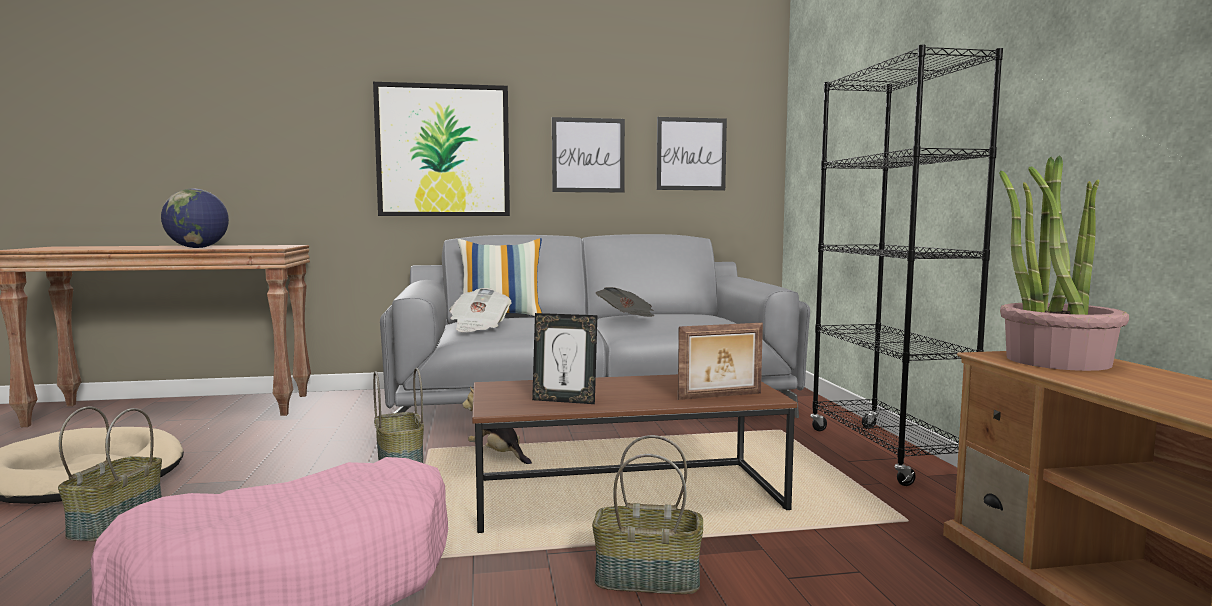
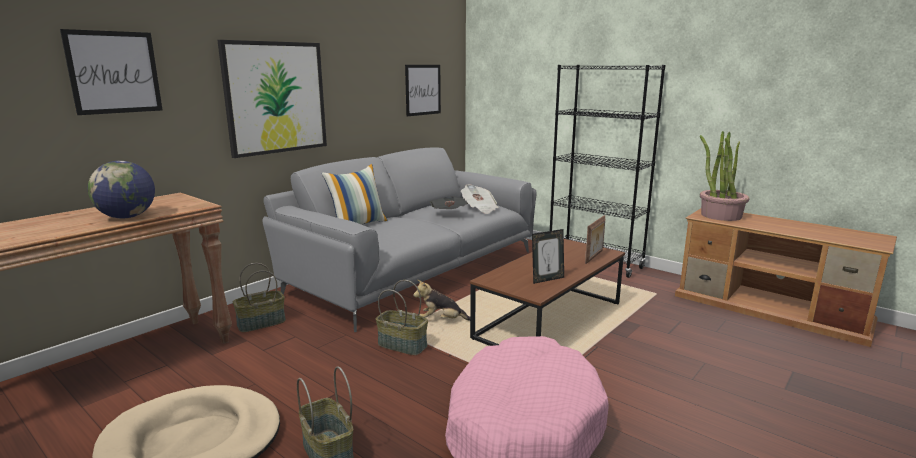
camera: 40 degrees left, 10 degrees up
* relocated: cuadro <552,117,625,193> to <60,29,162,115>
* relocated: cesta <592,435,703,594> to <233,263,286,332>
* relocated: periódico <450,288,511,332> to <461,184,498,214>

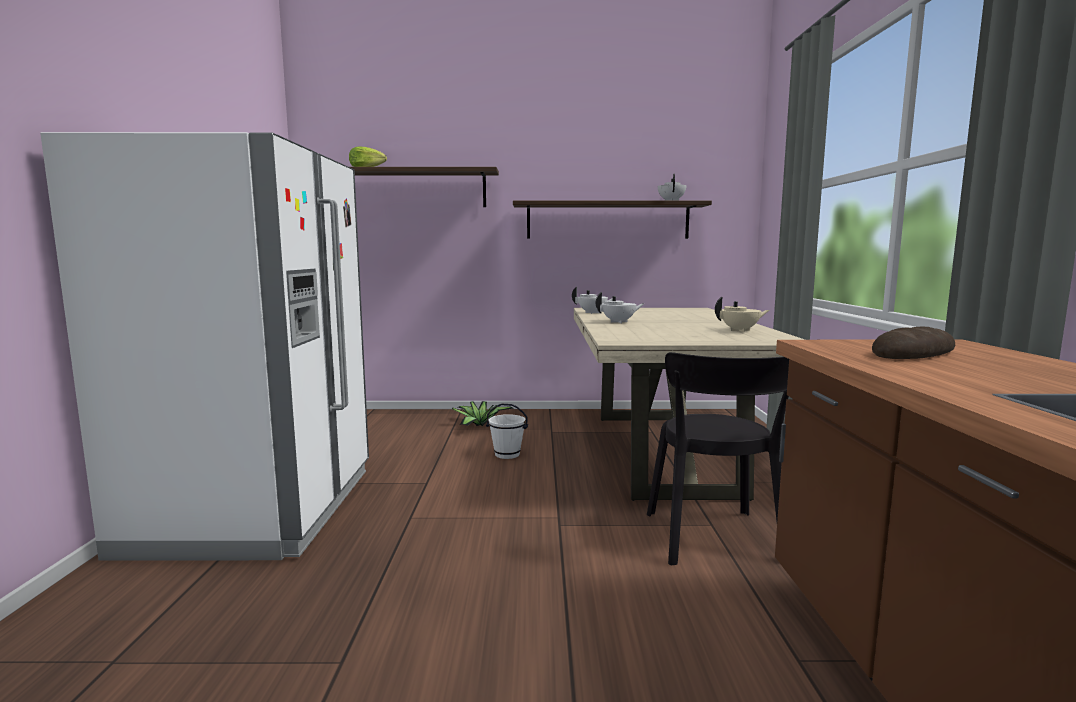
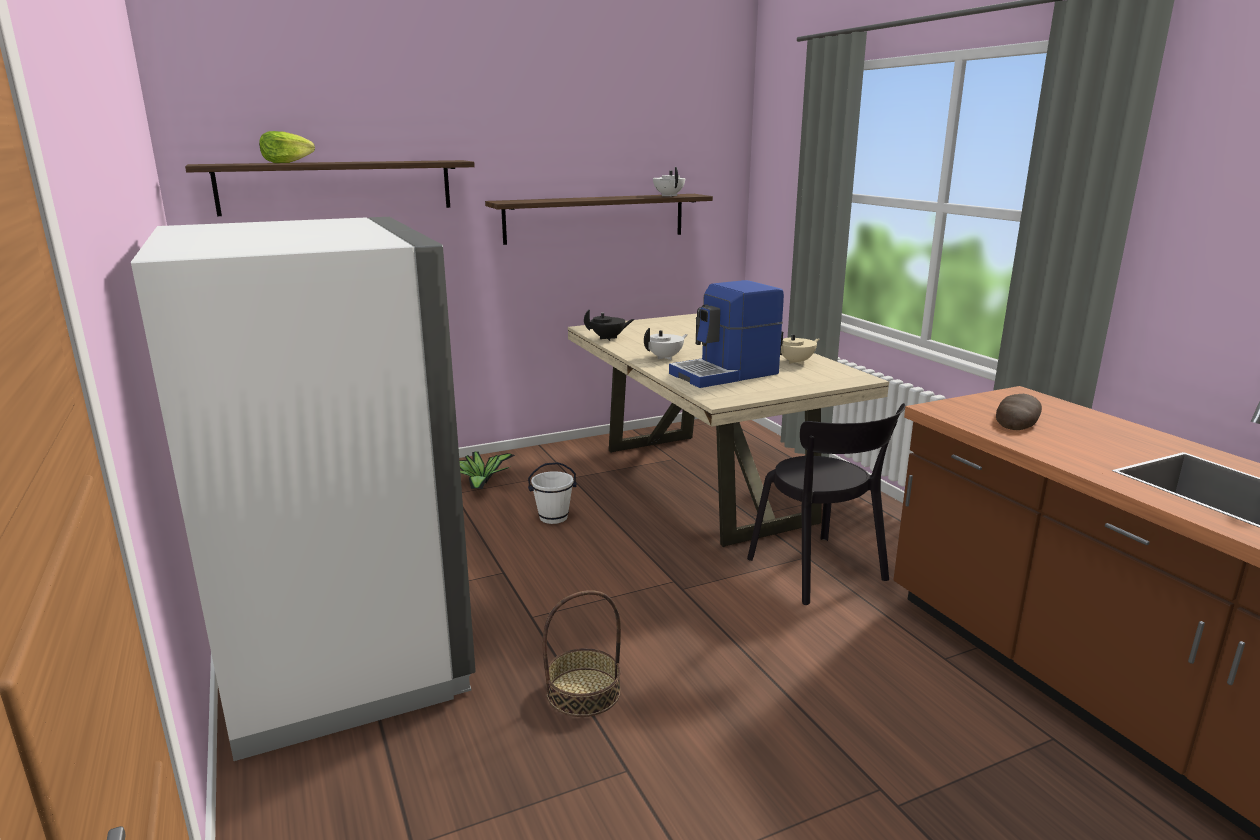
camera: 25 degrees left, 10 degrees up
* appeared: cesta <543,590,621,717>
* colour: tetera (blanco) <572,287,612,314> to tetera (negro) <584,309,634,341>
* appeared: cafetera <669,280,784,388>

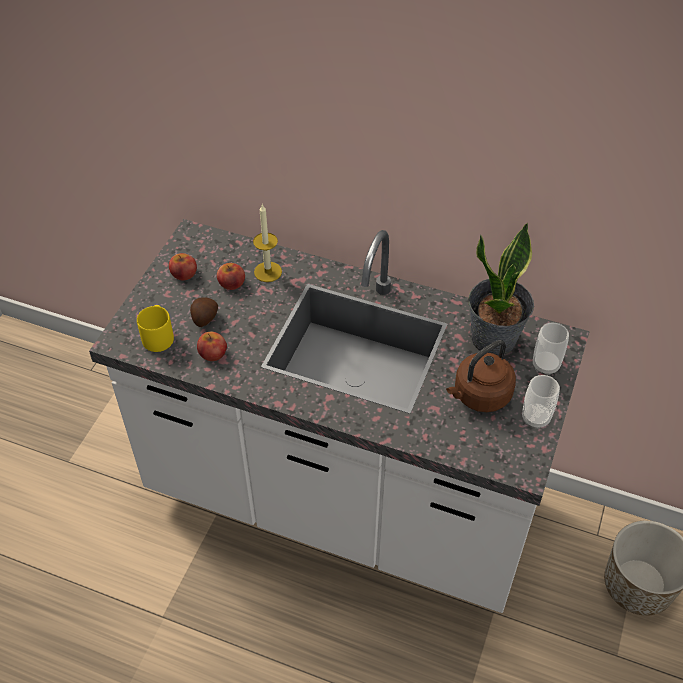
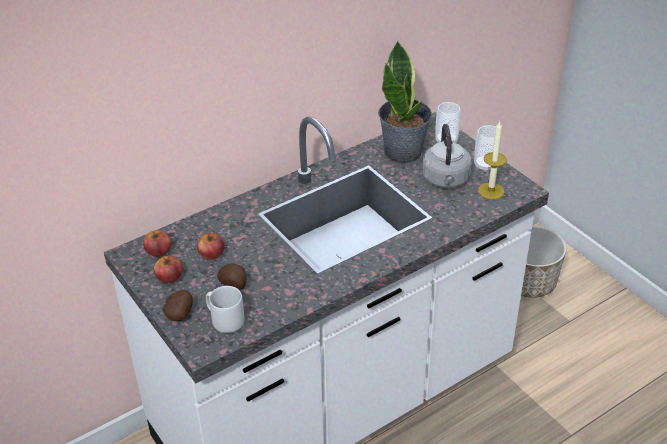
camera: 55 degrees left, 10 degrees down
* relocated: manzana <197,332,227,361> to <143,230,171,257>
* appeared: patata <163,290,193,321>
* colour: taza grande (amarillo) <137,305,174,352> to taza grande (gris) <206,286,245,333>
* colour: hervidor (marrón) <446,340,516,412> to hervidor (gris) <422,124,471,188>
* relocated: vela <253,205,282,282> to <478,121,507,199>

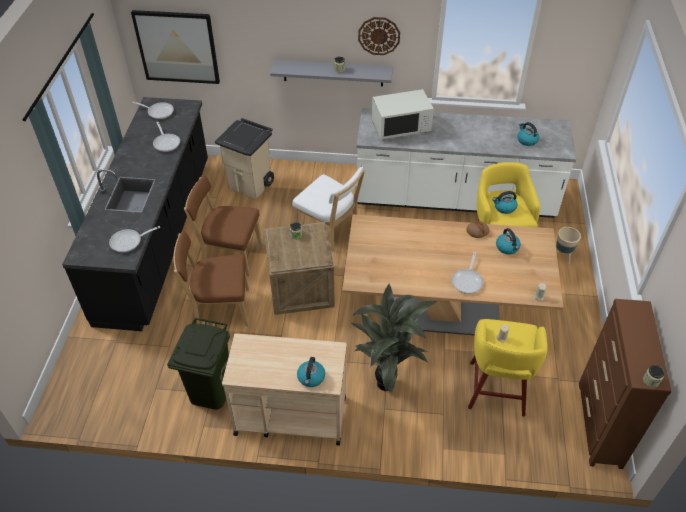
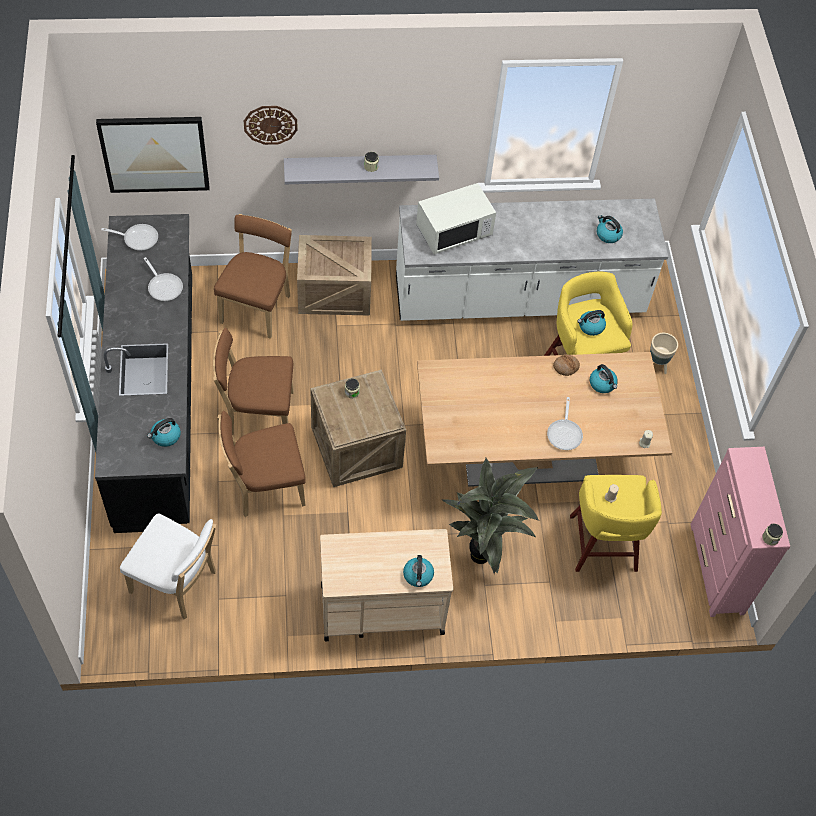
camera: 15 degrees left, 10 degrees up
* relocated: silla (blanco) <293,167,365,251> to <120,513,216,620>
* exchanged: sartén <109,226,160,252> to hervidor <147,418,181,447>
* exchanged: papelera (beis) <215,118,274,199> to silla (marrón) <214,214,292,339>
* relocated: reloj de pared <358,17,400,55> to <244,106,298,145>
* appeared: caja de embalaje <297,235,372,316>
* colour: cómoda (marrón) <579,299,672,469> to cómoda (rosa) <690,447,790,617>
* missing: papelera (verde) <167,318,230,410>

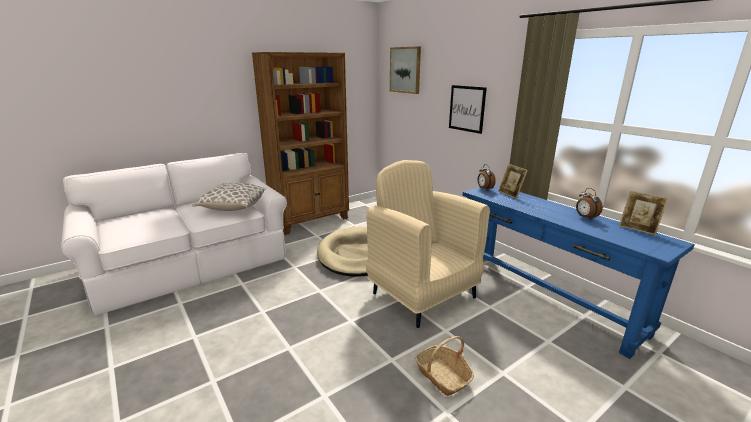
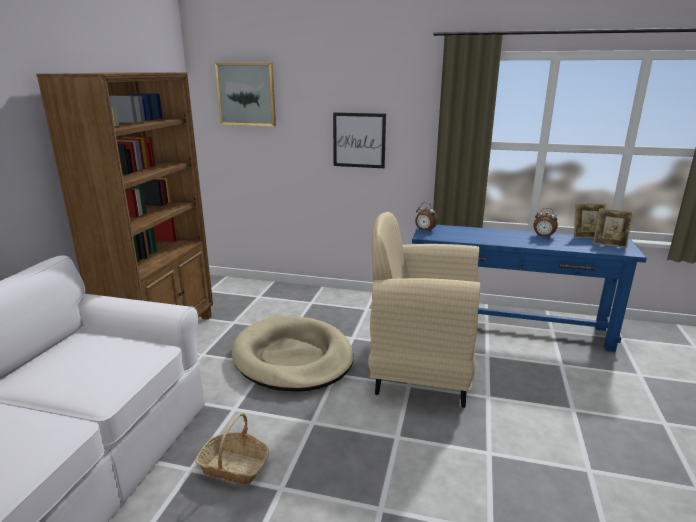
camera: 40 degrees left, 0 degrees up
* relocated: cesta <415,336,474,396> to <195,413,269,485>
* relocated: portarretratos <498,164,528,199> to <593,208,633,248>
* missing: cojín <192,183,267,211>

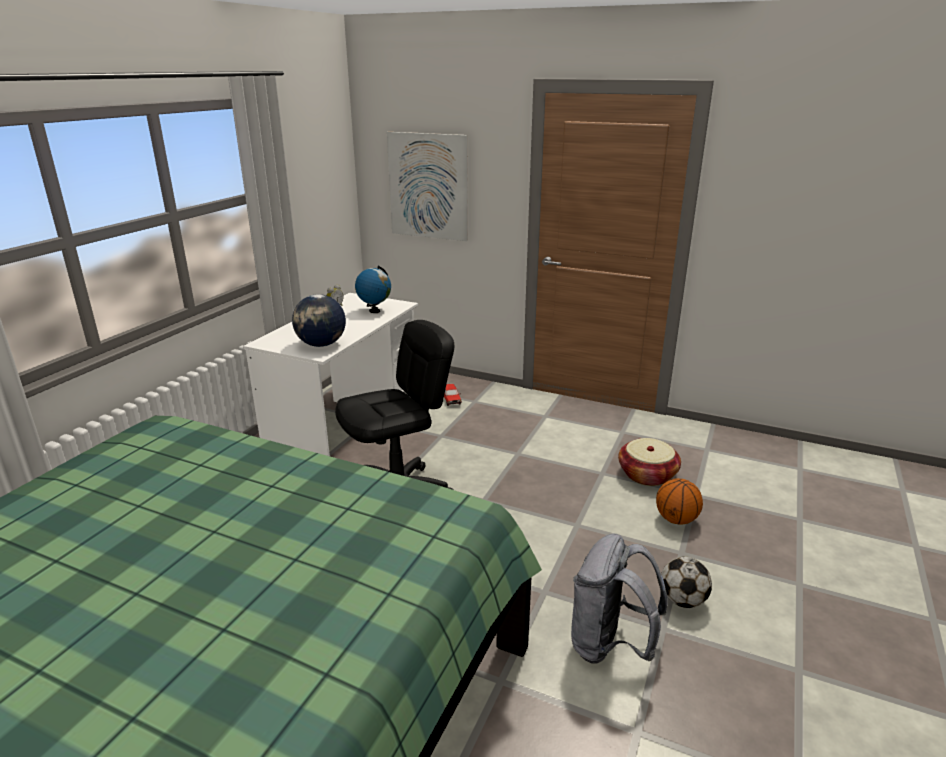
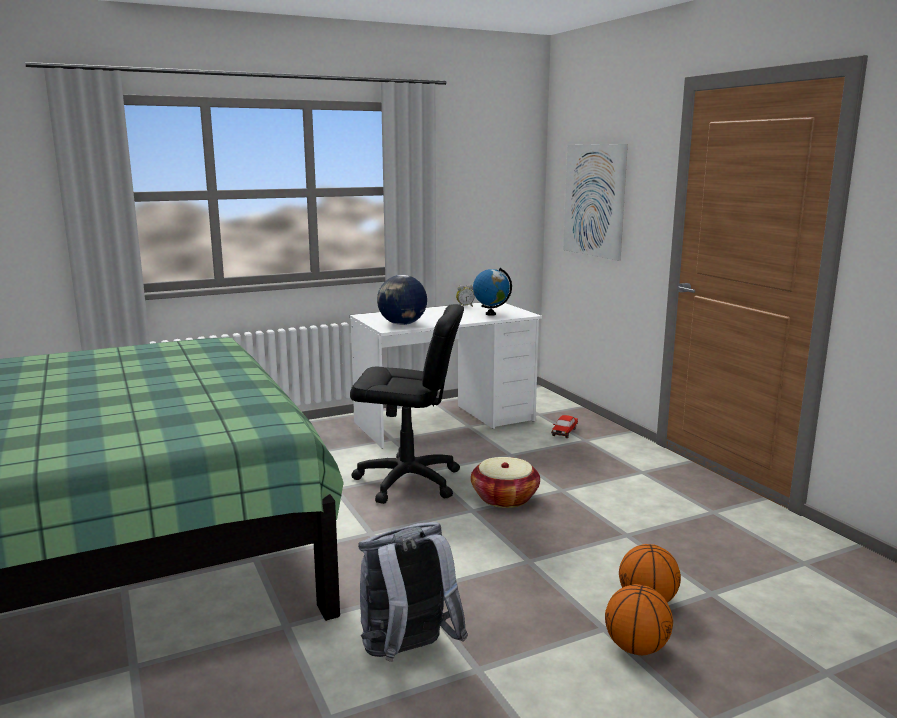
camera: 40 degrees right, 10 degrees down
* relocated: cesta <618,438,681,486> to <471,457,540,508>
* appeared: balón de baloncesto <605,584,673,655>
* missing: balón de fútbol <661,557,712,608>

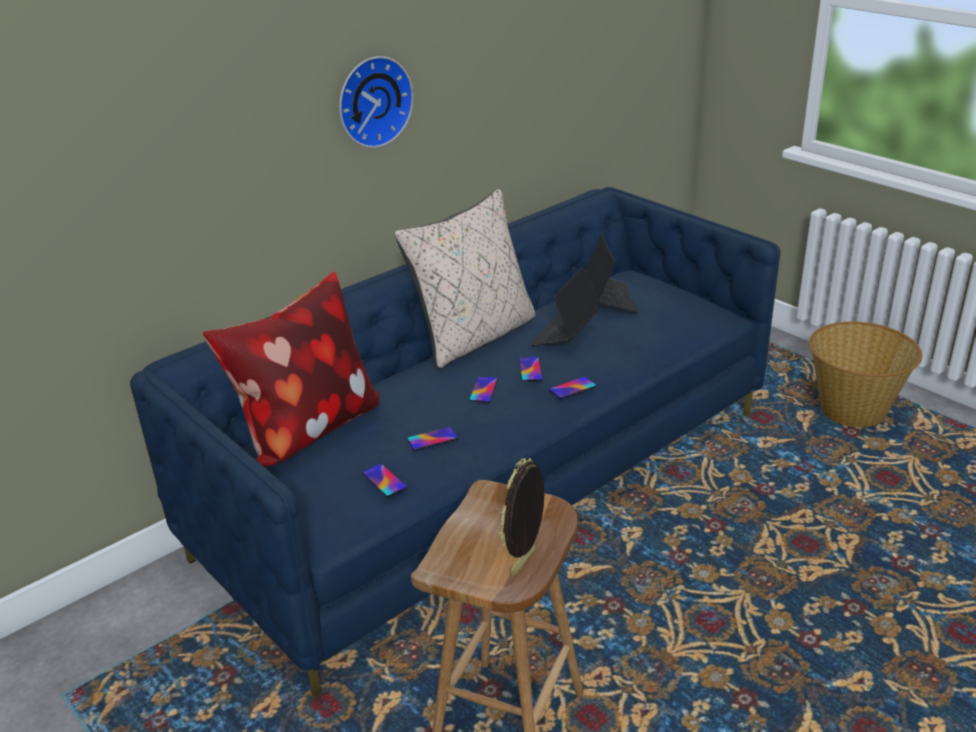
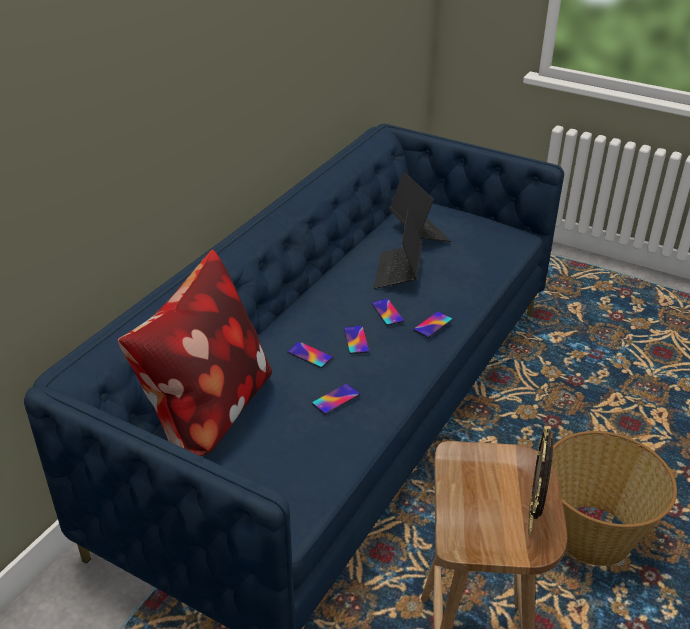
camera: 20 degrees left, 5 degrees up
* relocated: móvil <362,464,407,497> to <287,341,333,368>
* relocated: cesta <809,321,922,427> to <552,431,677,566>
* missing: reloj de pared <339,56,414,148>
* missing: cojín (beis) <395,189,536,369>

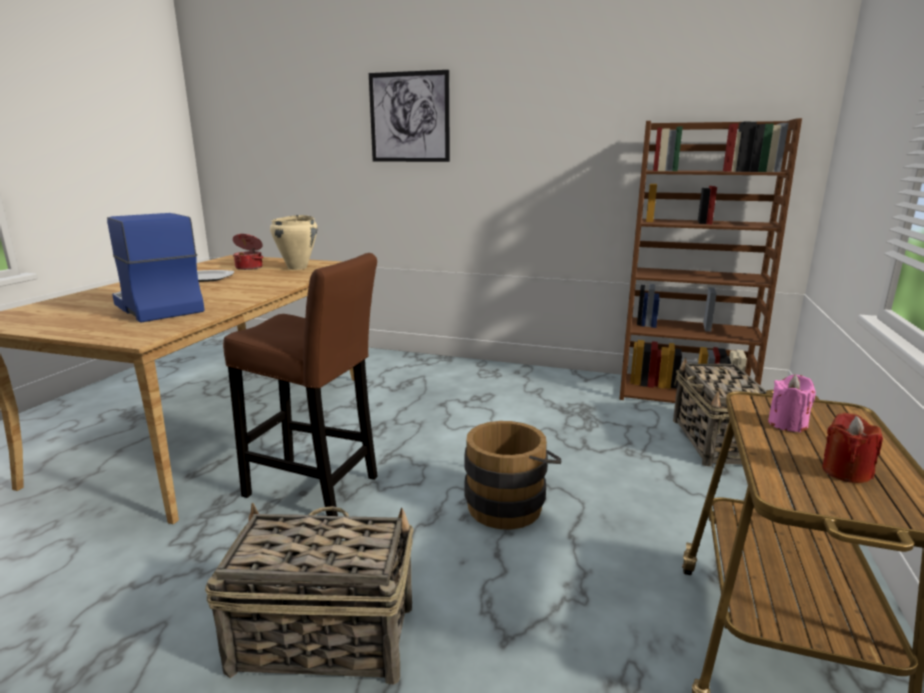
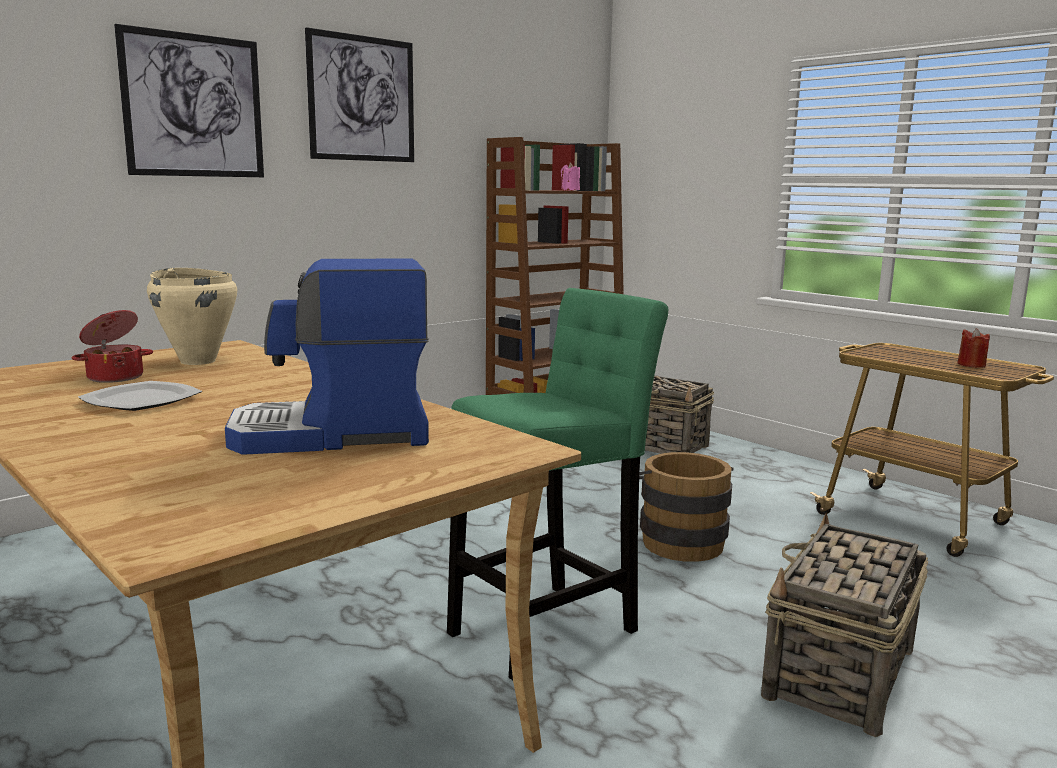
camera: 60 degrees left, 5 degrees down
* appeared: cuadro <305,27,414,162>
* colour: taburete (marrón) <223,253,378,516> to taburete (verde) <447,288,668,680>
* relocated: vela (rosa) <768,375,816,432> to <561,163,580,190>

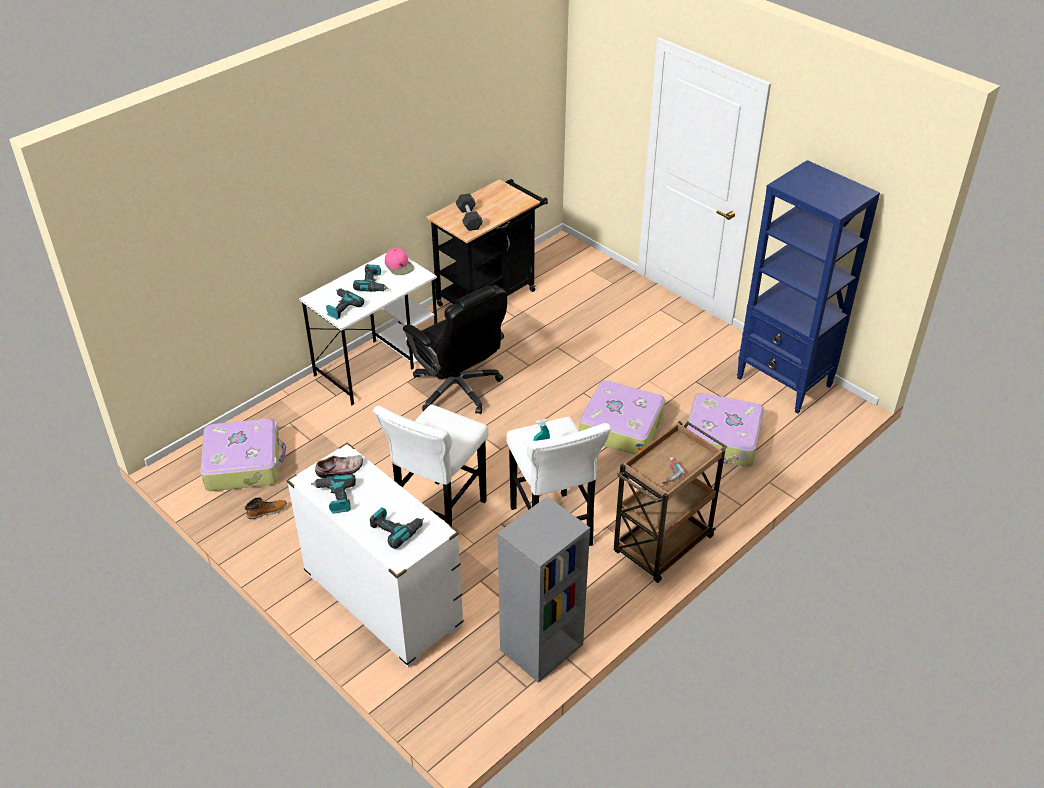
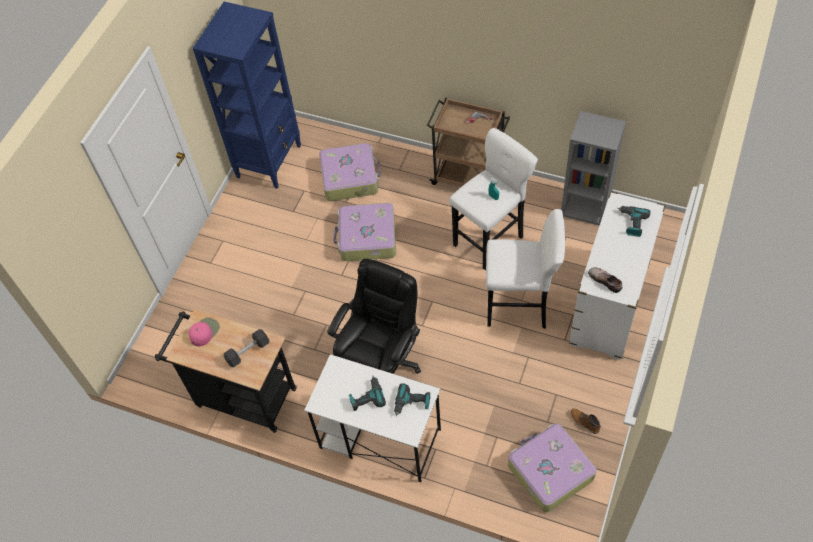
camera: 110 degrees left, 15 degrees up
* relocated: gorra (rosa) <385,248,414,275> to <189,318,220,346>
* missing: taladro <311,474,356,513>

